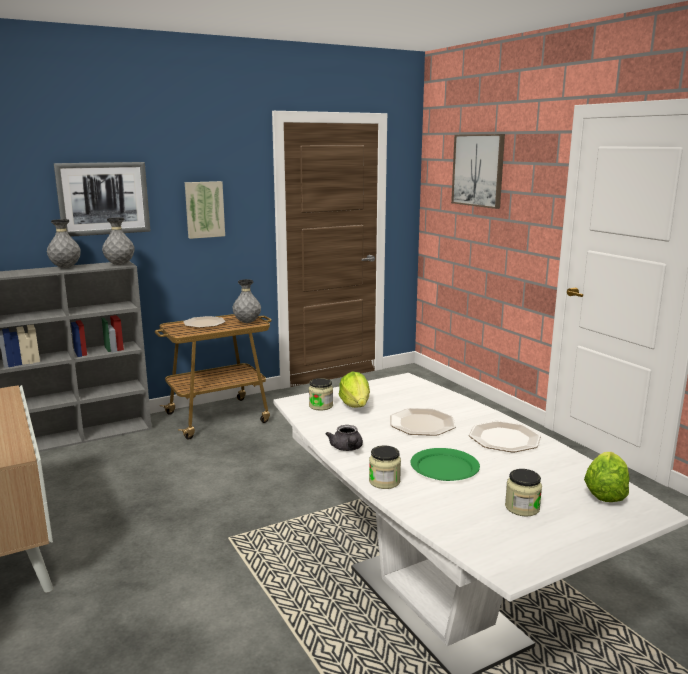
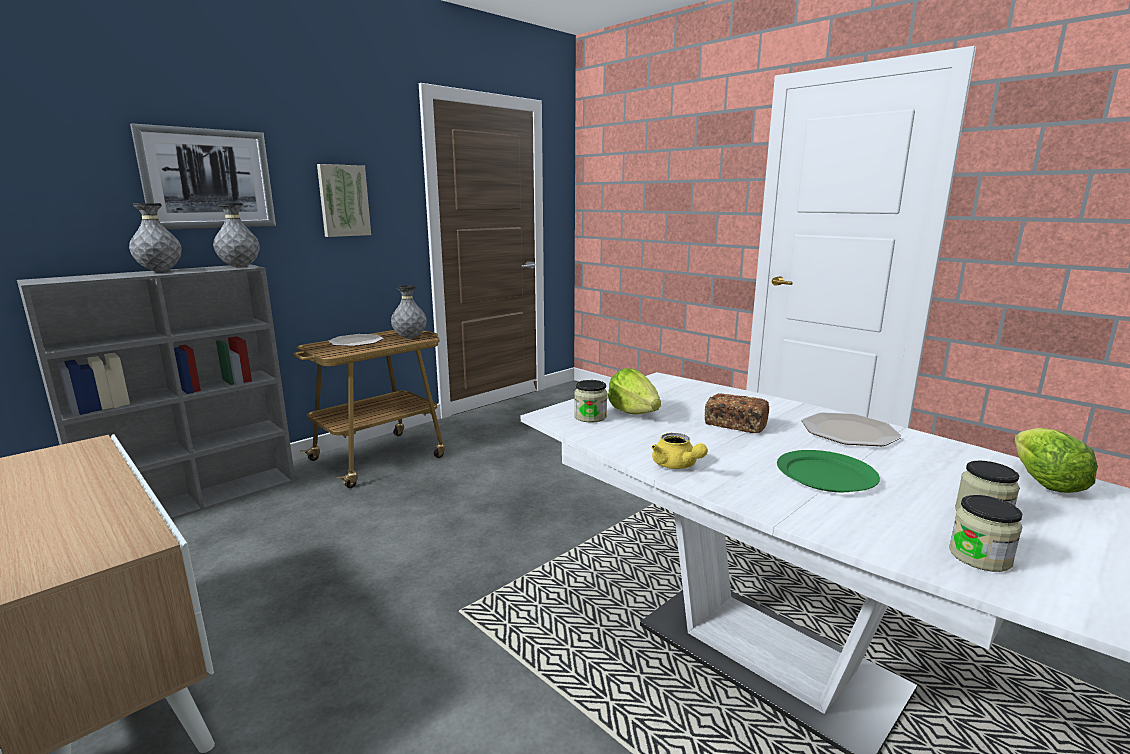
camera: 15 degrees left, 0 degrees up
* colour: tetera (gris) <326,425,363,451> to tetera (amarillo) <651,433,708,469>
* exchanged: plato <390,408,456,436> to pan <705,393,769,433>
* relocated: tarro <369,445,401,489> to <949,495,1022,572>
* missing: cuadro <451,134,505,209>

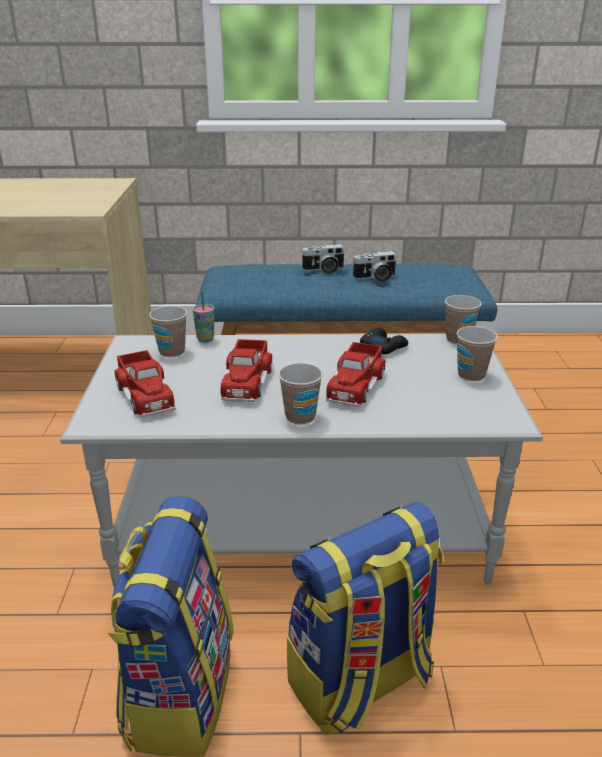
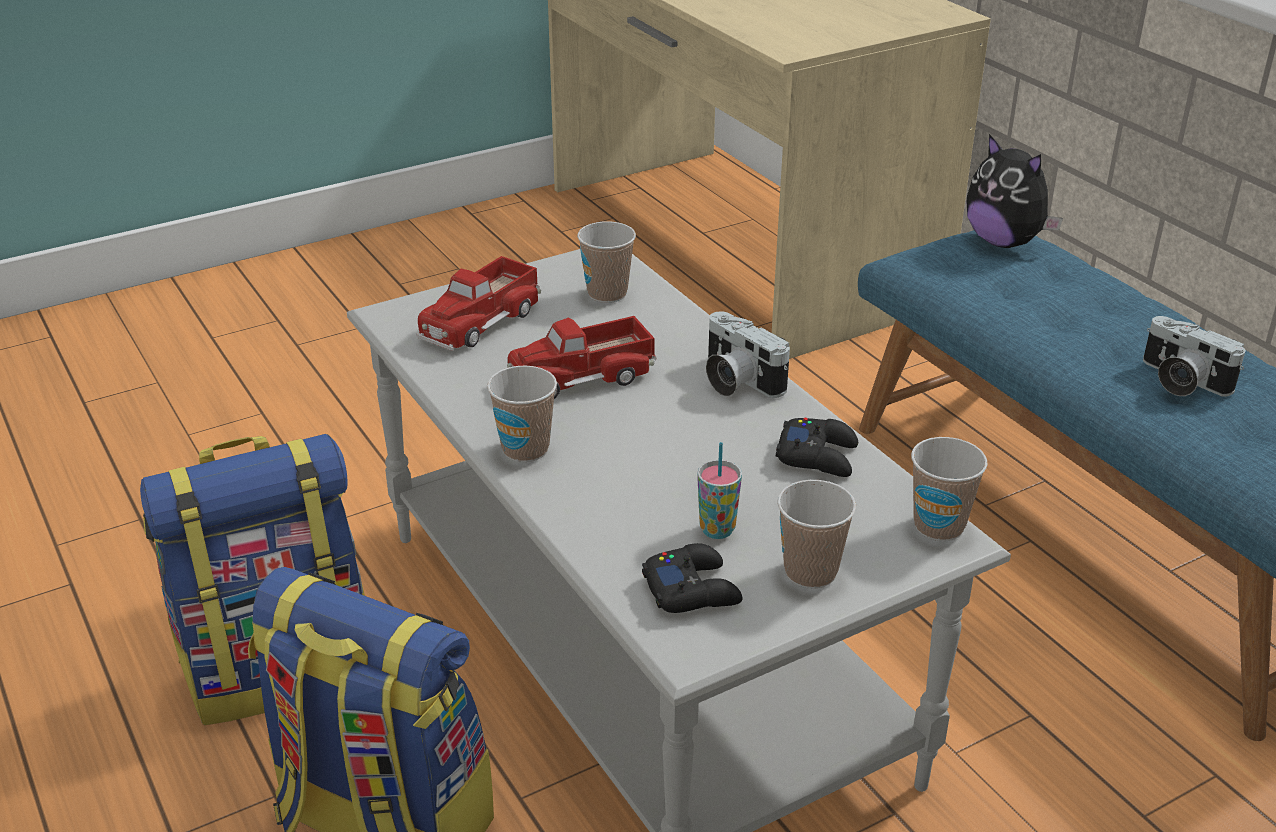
camera: 60 degrees right, 5 degrees up
* appeared: mando de consola (negro) <642,543,743,613>
* relocated: taza <193,291,214,343> to <697,442,742,539>
* relocated: cámara <301,244,344,274> to <706,311,790,398>
* appeared: peluche <967,134,1063,248>
* missing: camión de juguete <326,342,386,407>

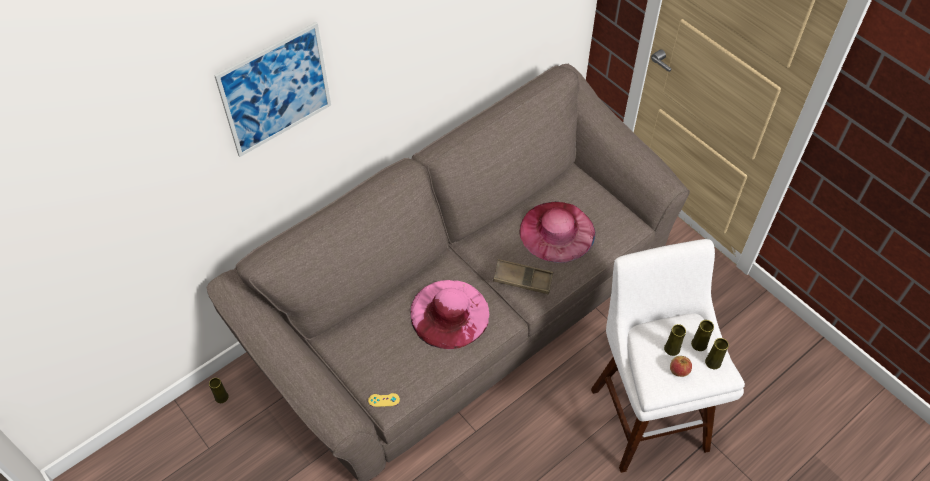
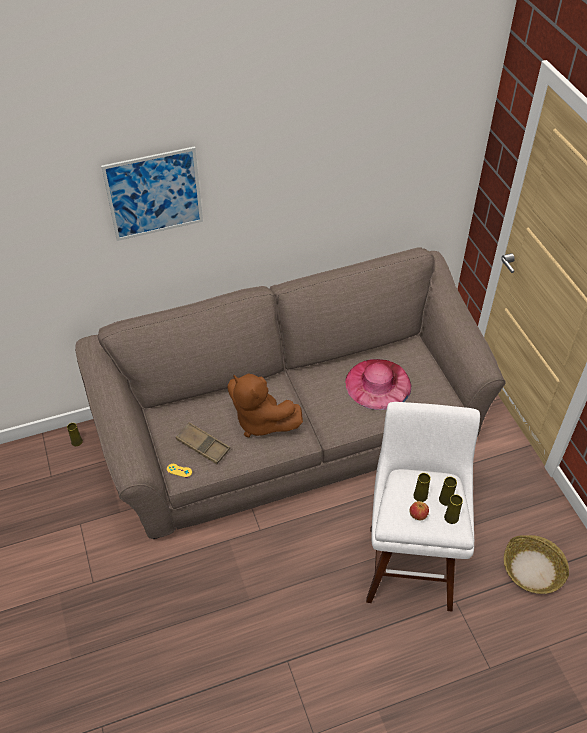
camera: 20 degrees right, 5 degrees down
* relocated: bandeja (marrón) <493,259,553,295> to <176,422,230,464>
* exchanged: sombrero (rosa) <410,280,489,349> to peluche (marrón) <227,373,303,437>
* appeared: cesta <504,535,569,594>

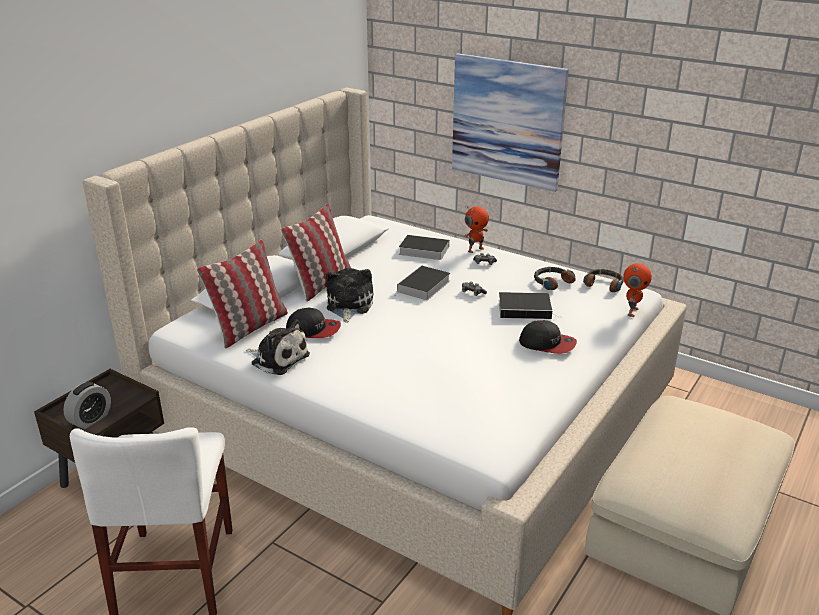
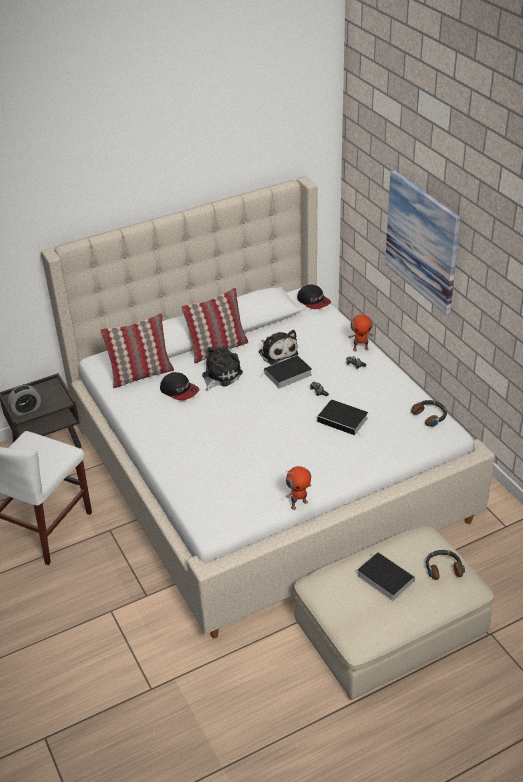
camera: 30 degrees right, 10 degrees up
* relocated: peluche <246,320,310,375> to <259,330,298,365>
* relocated: robot de juguete <623,263,652,317> to <286,466,311,510>
* relocated: gorra <519,320,577,354> to <297,284,331,309>
* relocated: libro <399,235,449,260> to <357,552,415,601>
* relocated: auriculares <534,266,576,290> to <426,550,465,580>

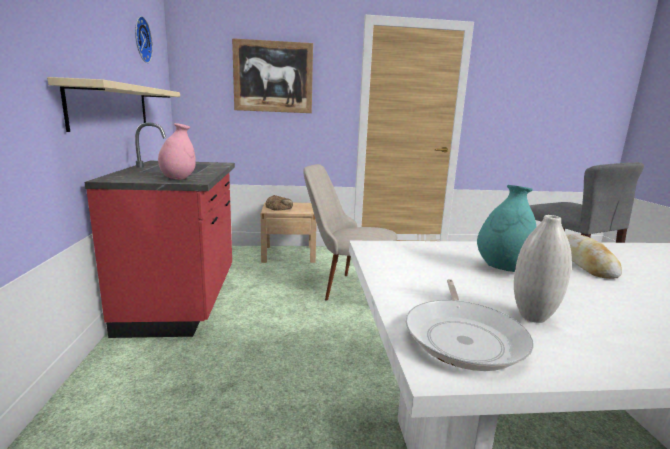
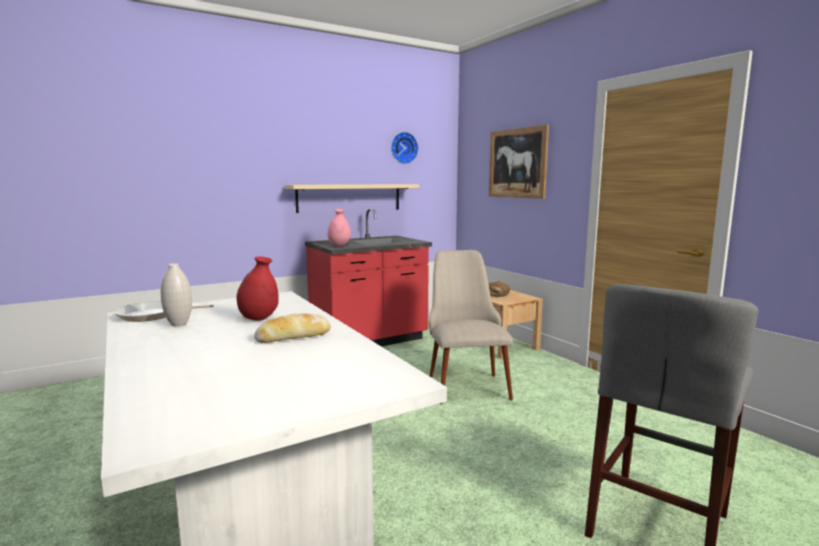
camera: 65 degrees right, 5 degrees down
* colour: florero (turquesa) <477,185,536,272> to florero (rojo) <236,257,279,321>

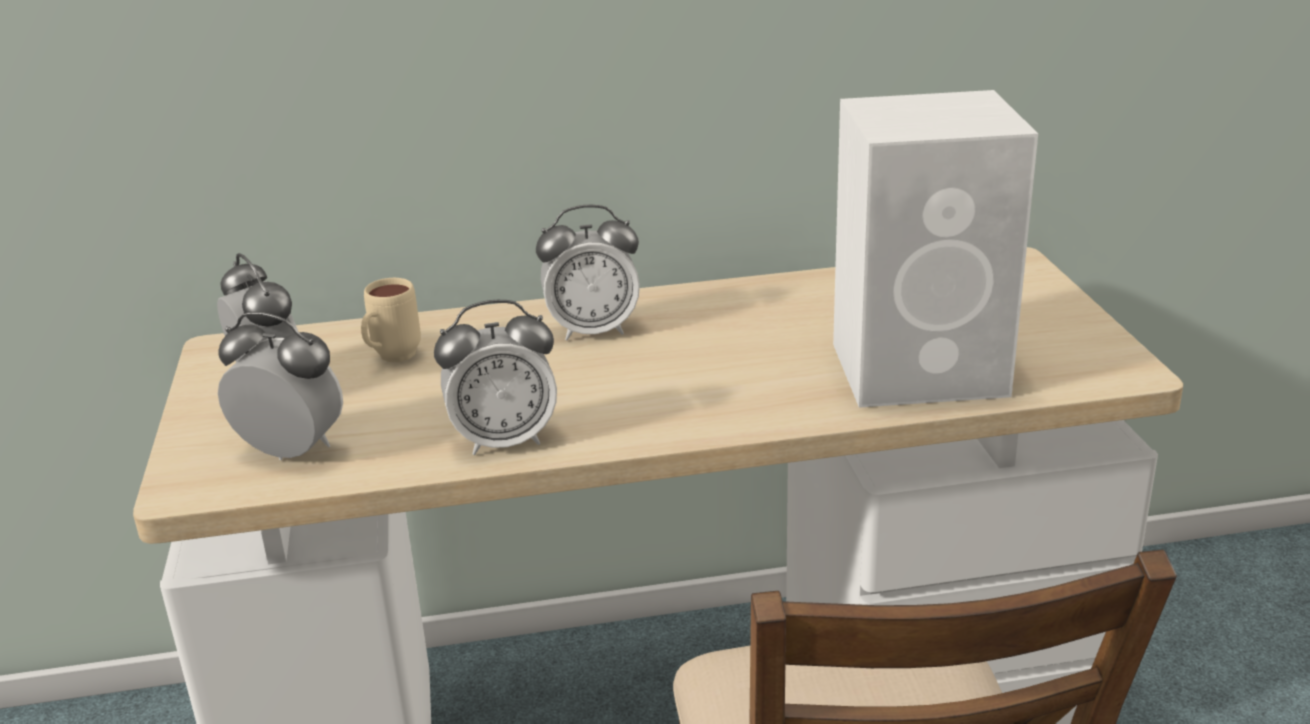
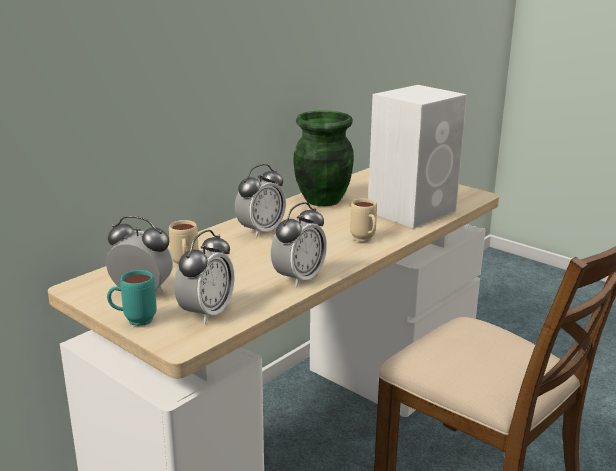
camera: 40 degrees left, 5 degrees down
* appeared: taza grande (turquesa) <107,270,157,326>
* spun: despertador <218,312,343,460> = <174,230,235,324> 135 degrees clockwise
* appeared: florero (verde) <293,110,354,206>
* appeared: taza grande (beis) <350,198,377,242>

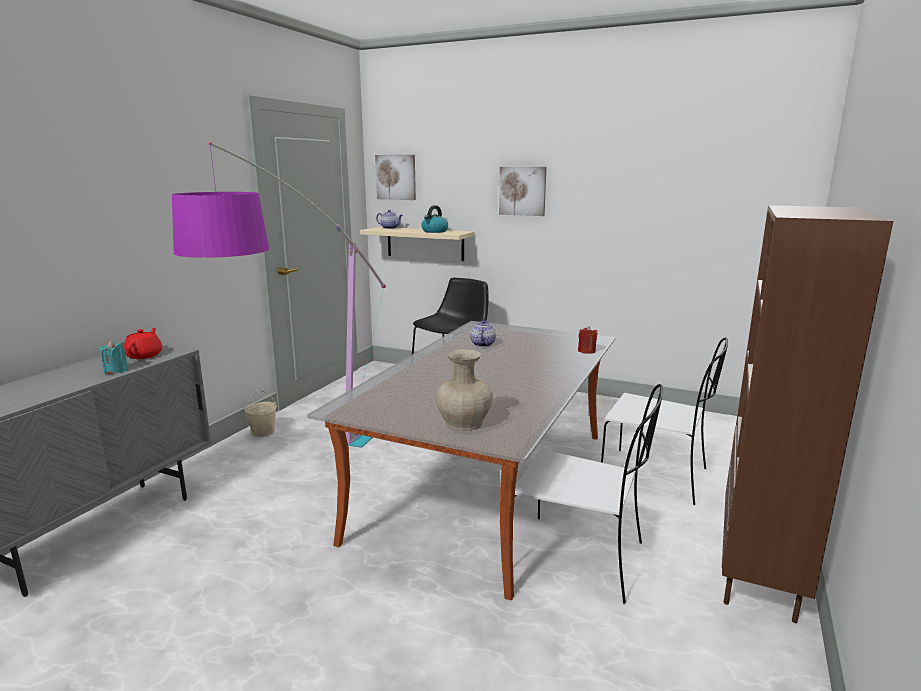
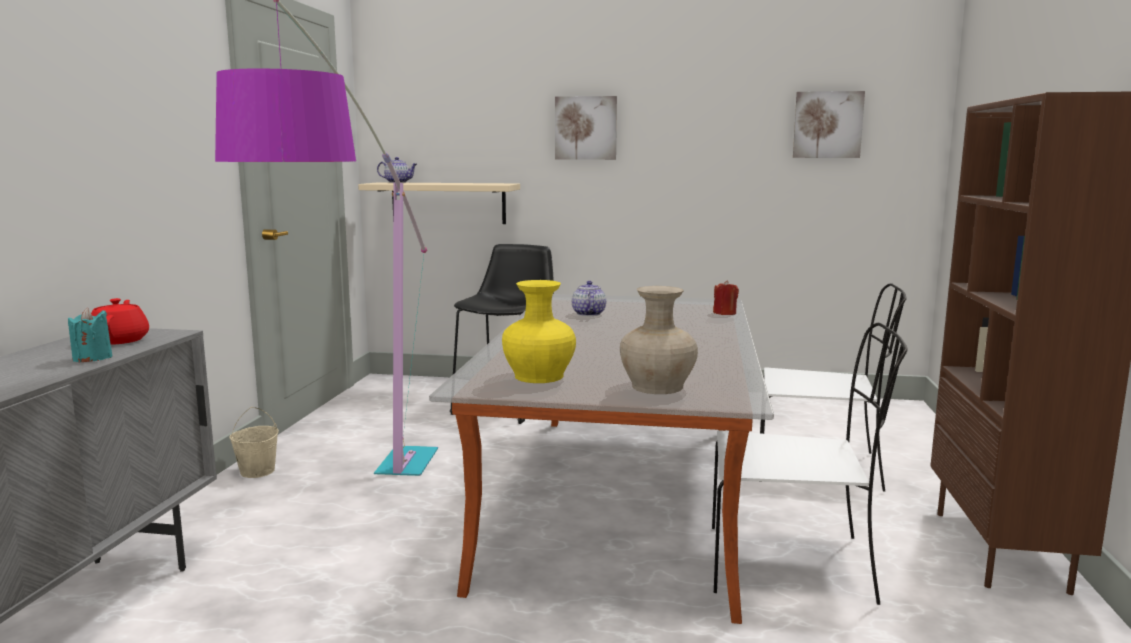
camera: 15 degrees left, 5 degrees down
* appeared: florero (amarillo) <502,280,576,383>
* relocated: cuadro <375,155,416,200> to <793,91,865,158>
* missing: hervidor <421,205,448,233>

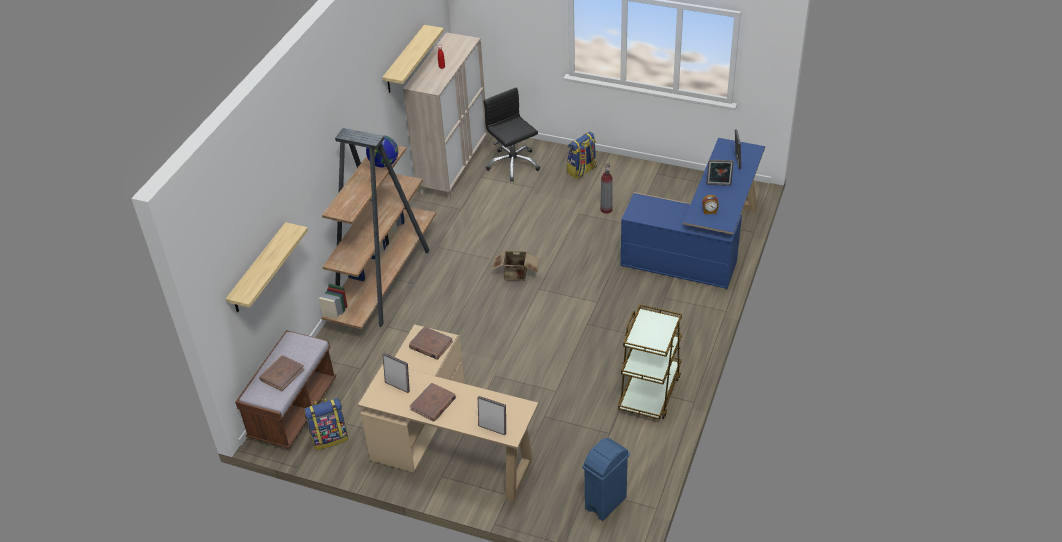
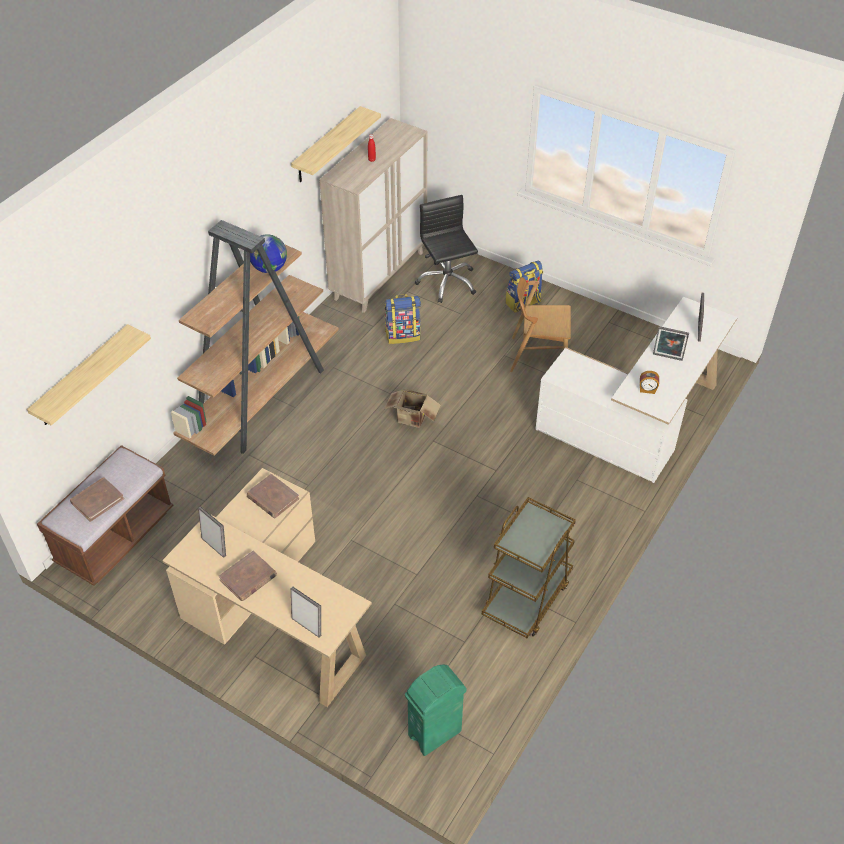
camera: 10 degrees right, 5 degrees up
* relocated: mochila <304,398,348,450> to <384,294,421,344>
* colour: papelera (azul) <582,438,630,521> to papelera (verde) <405,664,467,756>
* exchanged: extintor <600,163,613,214> to silla (marrón) <510,277,571,372>
* colour: escritorio (azul) <621,138,765,289> to escritorio (blanco) <535,297,738,483>

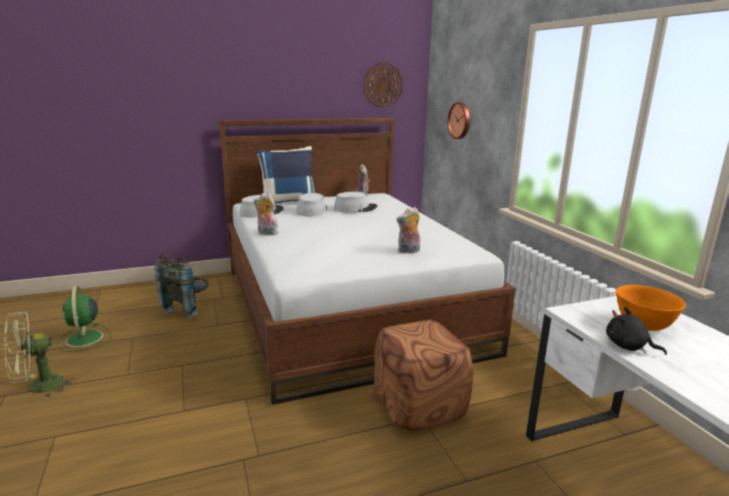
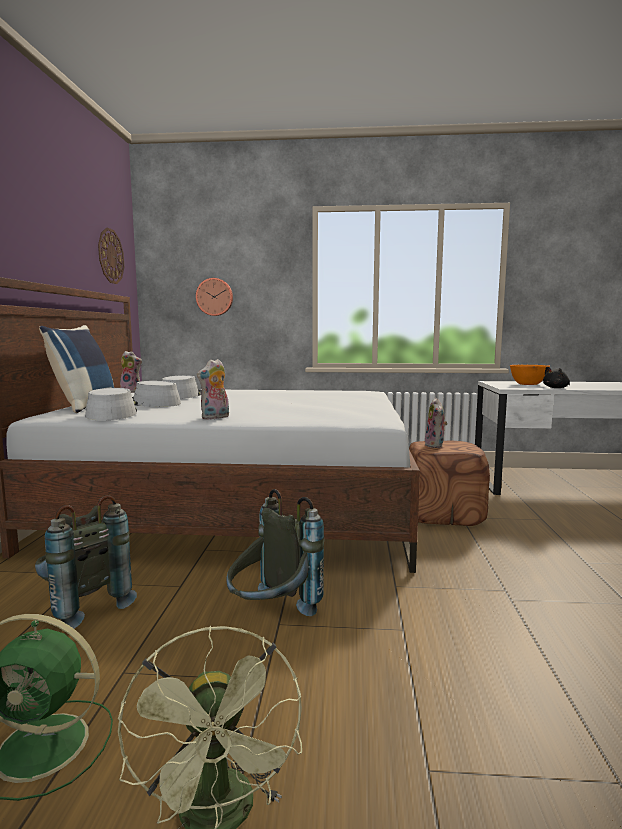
camera: 65 degrees left, 10 degrees down
* appeared: mochila (gris) <226,489,324,616>
* relocated: peluche <396,207,420,253> to <425,398,447,448>

